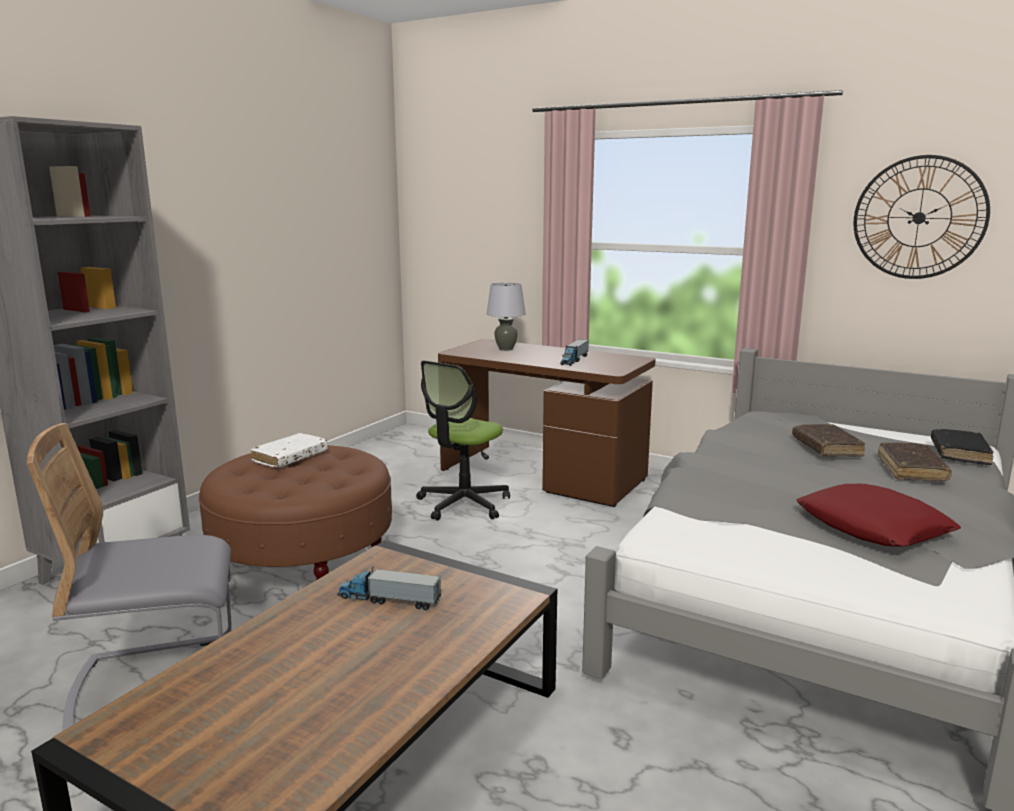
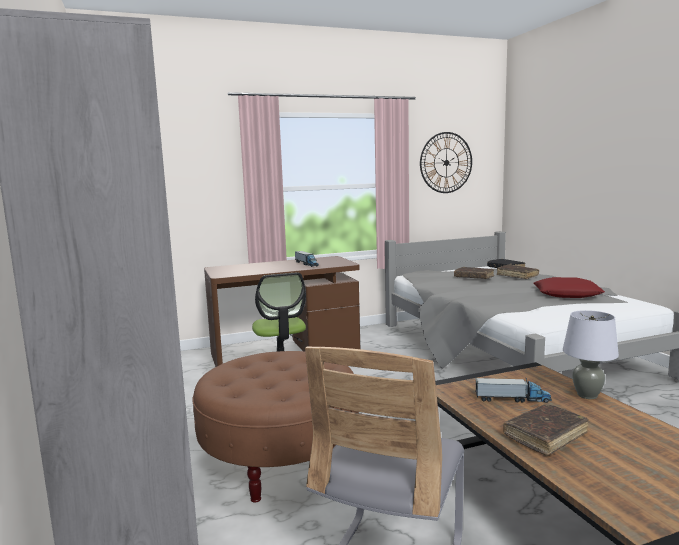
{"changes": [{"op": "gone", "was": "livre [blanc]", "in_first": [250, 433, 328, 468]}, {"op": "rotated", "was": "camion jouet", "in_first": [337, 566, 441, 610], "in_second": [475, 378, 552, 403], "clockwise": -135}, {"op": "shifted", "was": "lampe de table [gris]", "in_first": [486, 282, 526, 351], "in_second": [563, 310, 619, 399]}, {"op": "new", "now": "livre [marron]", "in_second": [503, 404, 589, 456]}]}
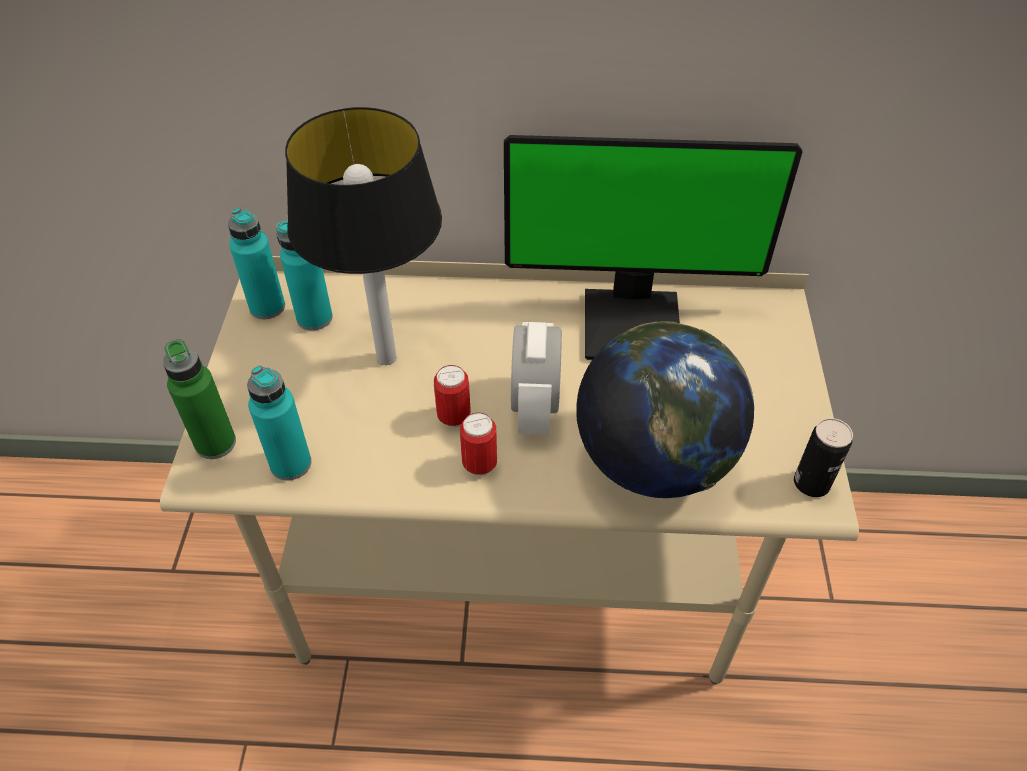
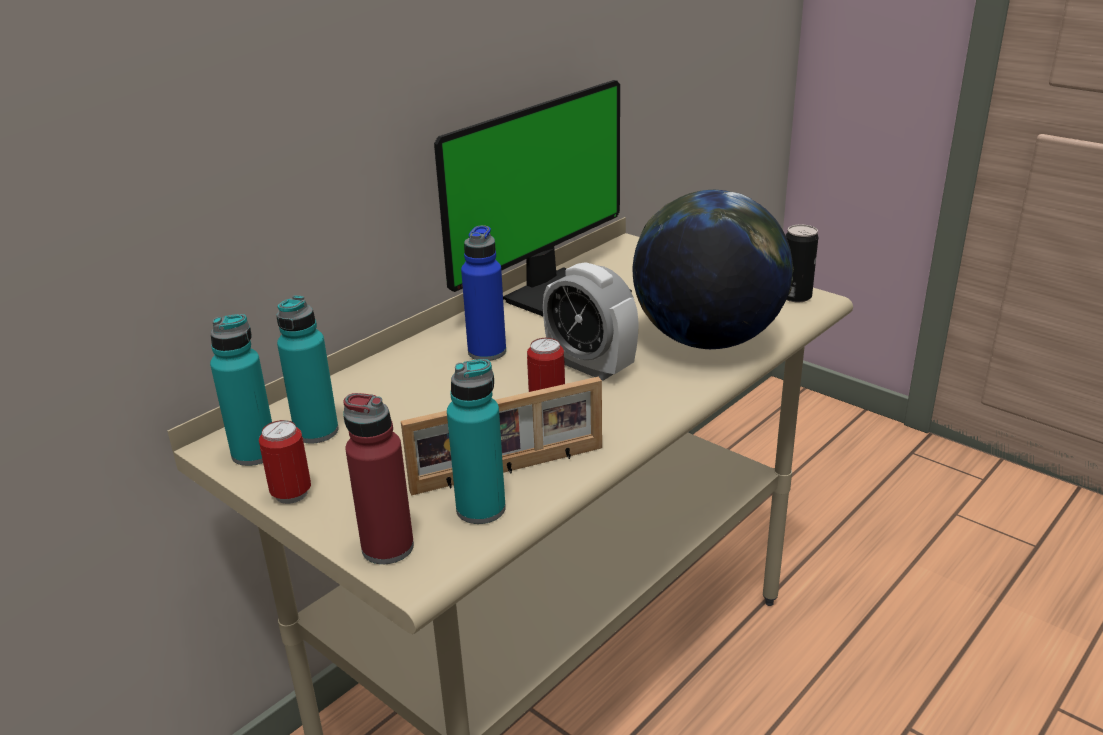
{"changes": [{"op": "repainted", "was": "bouteille [vert]", "now": "bouteille [rouge]", "in_first": [163, 339, 236, 459], "in_second": [343, 393, 414, 564]}, {"op": "gone", "was": "lampe de table", "in_first": [285, 107, 442, 365]}, {"op": "shifted", "was": "boîte métallique", "in_first": [460, 413, 497, 476], "in_second": [259, 420, 311, 504]}, {"op": "new", "now": "cadre photo", "in_second": [401, 377, 602, 496]}, {"op": "new", "now": "bouteille [bleu]", "in_second": [461, 225, 506, 361]}]}
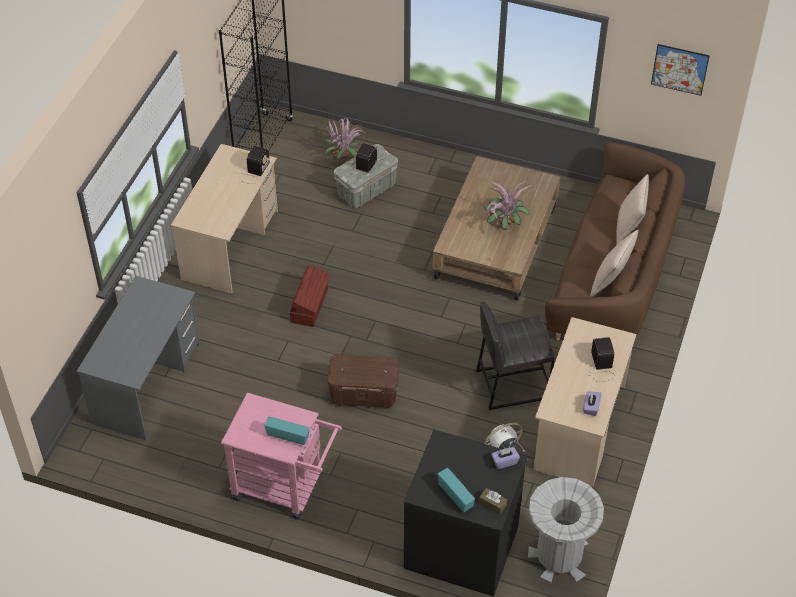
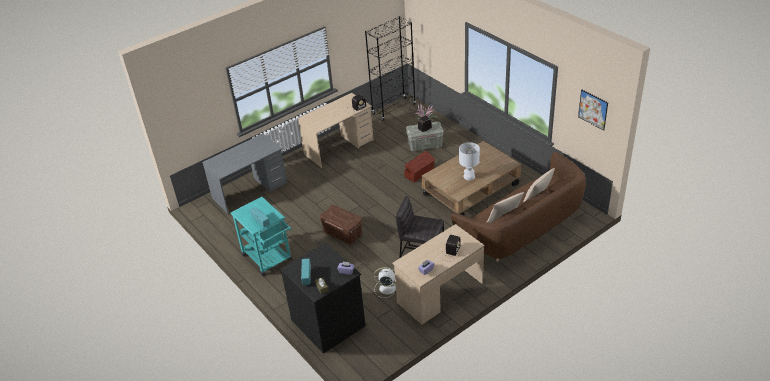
{"changes": [{"op": "repainted", "was": "chariot [rose]", "now": "chariot [turquoise]", "in_first": [221, 393, 342, 520], "in_second": [230, 197, 292, 276]}, {"op": "shifted", "was": "boîte de rangement [marron]", "in_first": [290, 264, 330, 327], "in_second": [404, 150, 435, 183]}, {"op": "swapped", "was": "plante en pot", "now": "lampe de table [blanc]", "in_first": [484, 180, 531, 233], "in_second": [459, 142, 480, 181]}, {"op": "gone", "was": "poubelle [gris]", "in_first": [528, 477, 604, 583]}]}
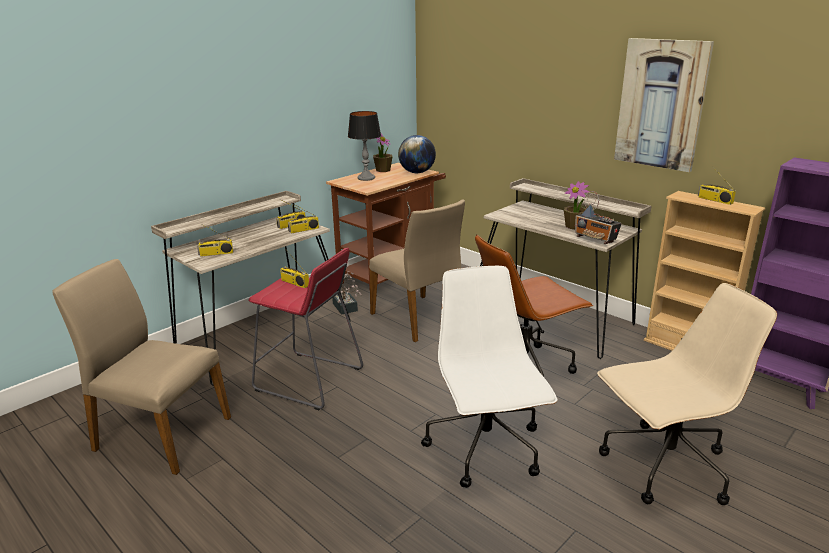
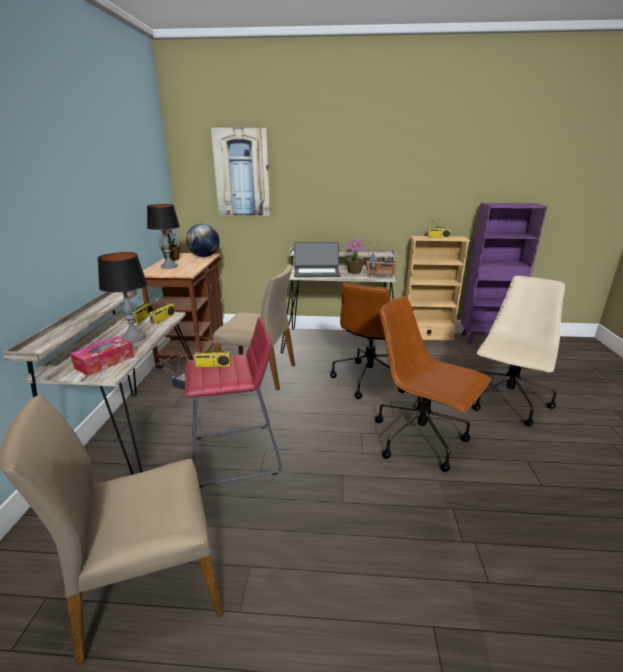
{"changes": [{"op": "swapped", "was": "radio", "now": "boîte à mouchoirs", "in_first": [197, 227, 233, 257], "in_second": [70, 336, 134, 376]}, {"op": "repainted", "was": "chaise de bureau [blanc]", "now": "chaise de bureau [marron]", "in_first": [421, 266, 558, 488], "in_second": [375, 296, 491, 472]}, {"op": "shifted", "was": "tableau", "in_first": [614, 38, 714, 172], "in_second": [211, 128, 271, 216]}, {"op": "new", "now": "lampe de table", "in_second": [97, 252, 147, 342]}, {"op": "new", "now": "ordinateur portable", "in_second": [294, 242, 340, 277]}]}
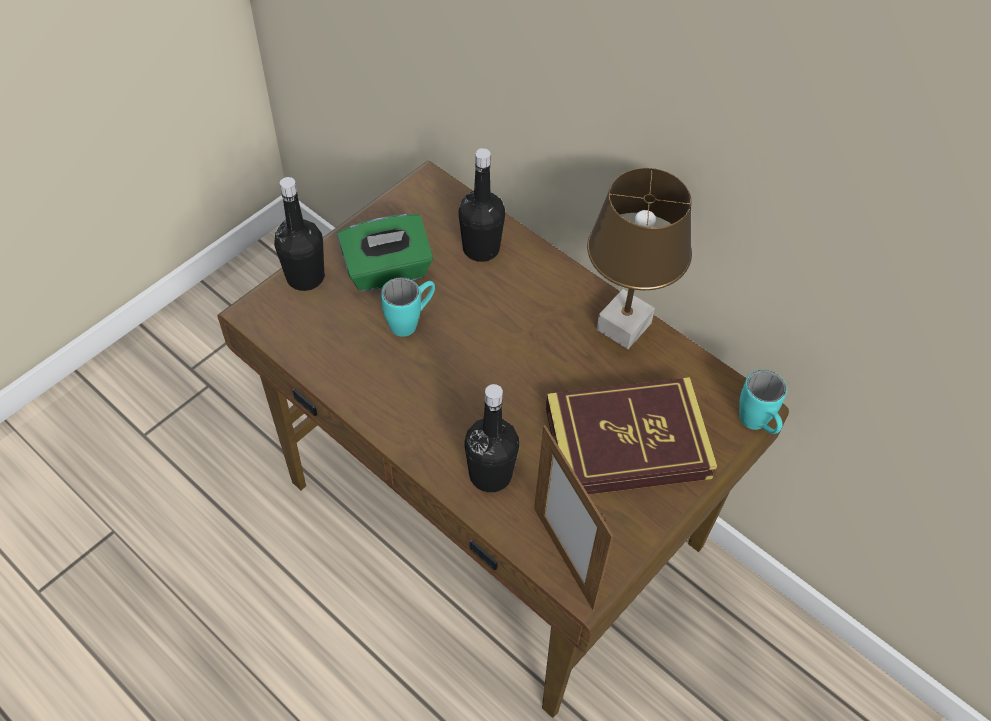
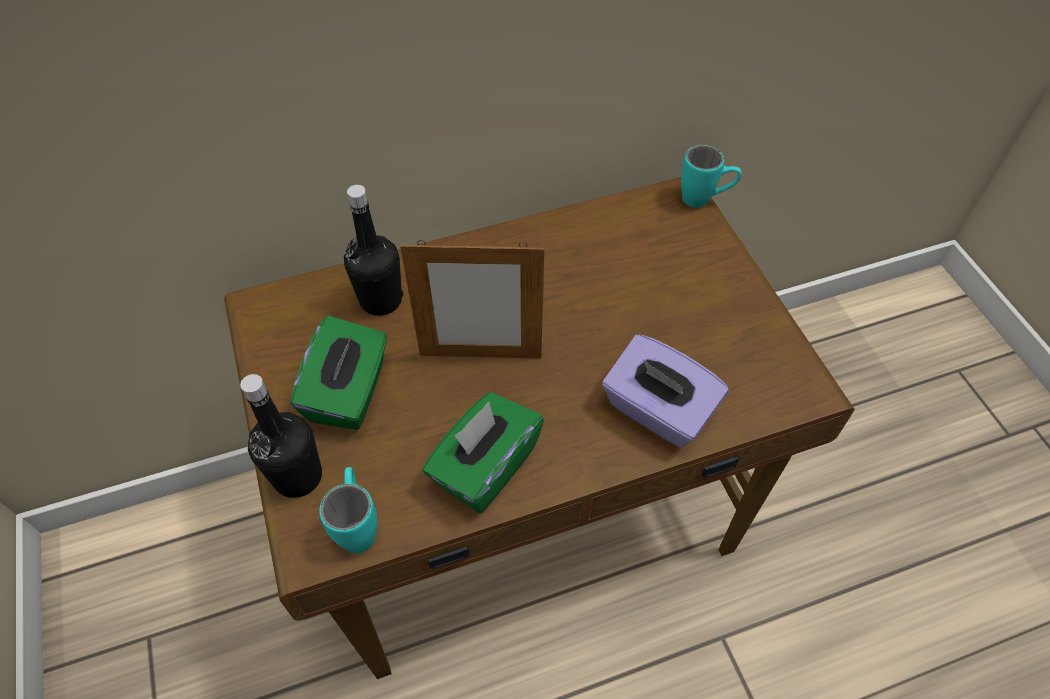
{"changes": [{"op": "shifted", "was": "mug [turquoise]", "in_first": [381, 277, 435, 337], "in_second": [319, 467, 378, 553]}, {"op": "swapped", "was": "bouteille [noir]", "now": "boîte à mouchoirs [violet]", "in_first": [464, 384, 519, 492], "in_second": [602, 334, 729, 448]}, {"op": "shifted", "was": "cadre photo", "in_first": [534, 425, 613, 611], "in_second": [400, 240, 544, 358]}, {"op": "gone", "was": "livre", "in_first": [545, 377, 717, 495]}, {"op": "gone", "was": "lampe de table [marron]", "in_first": [587, 168, 692, 349]}, {"op": "new", "now": "boîte à mouchoirs [vert]", "in_second": [423, 392, 544, 513]}]}
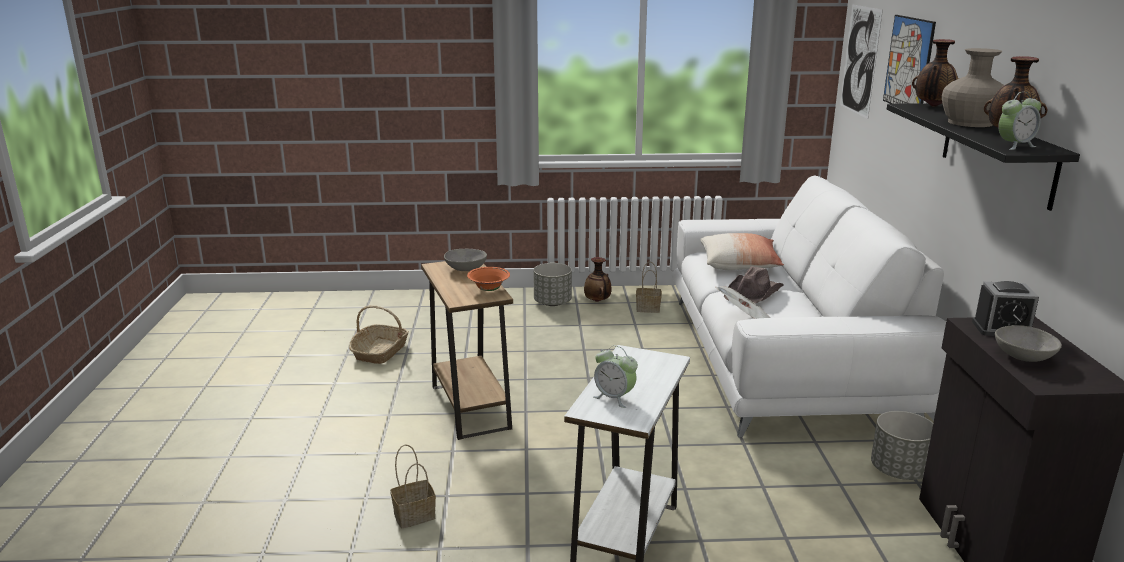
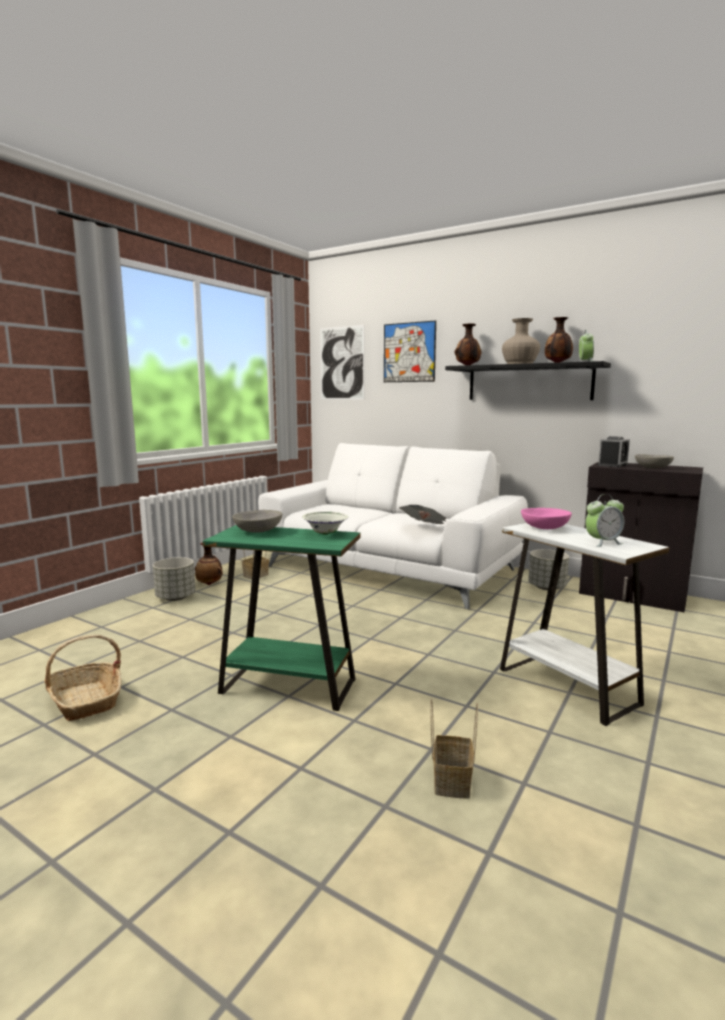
{"changes": [{"op": "repainted", "was": "table d'appoint [marron]", "now": "table d'appoint [vert]", "in_first": [421, 261, 513, 440], "in_second": [203, 525, 361, 711]}, {"op": "repainted", "was": "bol [orange]", "now": "bol [blanc]", "in_first": [467, 267, 510, 291], "in_second": [302, 512, 348, 535]}, {"op": "gone", "was": "coussin", "in_first": [700, 233, 784, 270]}, {"op": "gone", "was": "chapeau [marron]", "in_first": [724, 267, 784, 303]}, {"op": "new", "now": "bol [rose]", "in_second": [521, 508, 572, 529]}]}
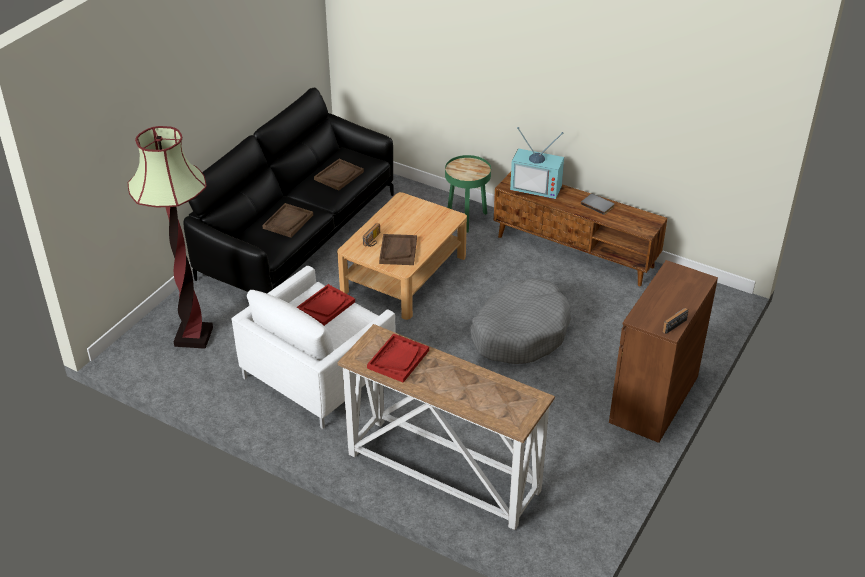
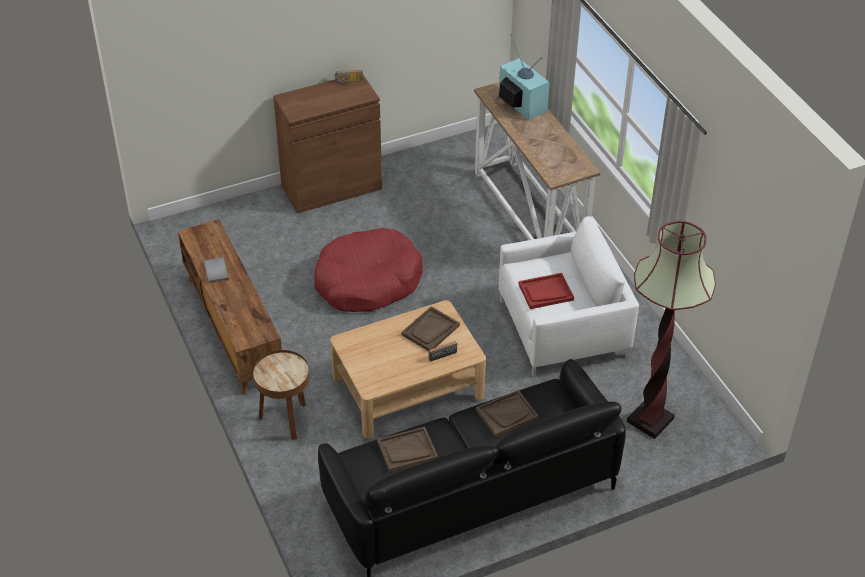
{"changes": [{"op": "gone", "was": "plateau [rouge]", "in_first": [367, 334, 429, 383]}, {"op": "repainted", "was": "table d'appoint [vert]", "now": "table d'appoint [marron]", "in_first": [445, 155, 491, 233], "in_second": [253, 350, 310, 440]}, {"op": "repainted", "was": "panier pour chien [gris]", "now": "panier pour chien [rouge]", "in_first": [470, 278, 571, 364], "in_second": [314, 228, 423, 312]}, {"op": "shifted", "was": "téléviseur", "in_first": [510, 127, 564, 199], "in_second": [499, 33, 550, 120]}]}
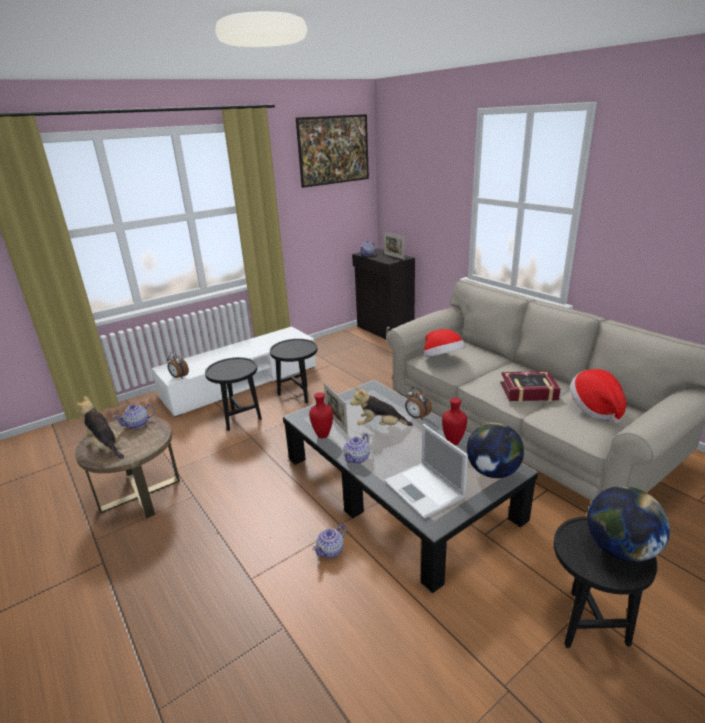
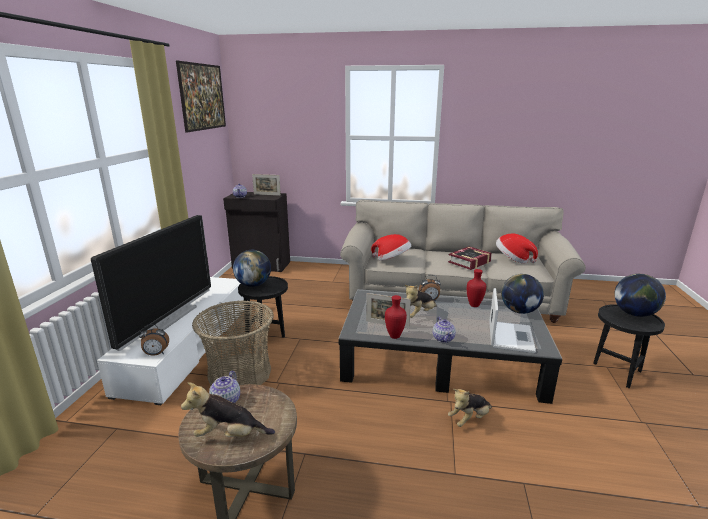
{"changes": [{"op": "swapped", "was": "table d'appoint [noir]", "now": "panier", "in_first": [205, 357, 262, 431], "in_second": [192, 300, 274, 385]}, {"op": "swapped", "was": "théière", "now": "peluche", "in_first": [312, 524, 346, 558], "in_second": [448, 389, 492, 427]}, {"op": "rotated", "was": "ordinateur portable", "in_first": [384, 424, 468, 519], "in_second": [489, 288, 536, 353], "clockwise": -90}, {"op": "new", "now": "téléviseur", "in_second": [91, 215, 211, 351]}, {"op": "new", "now": "globe", "in_second": [233, 250, 271, 287]}]}
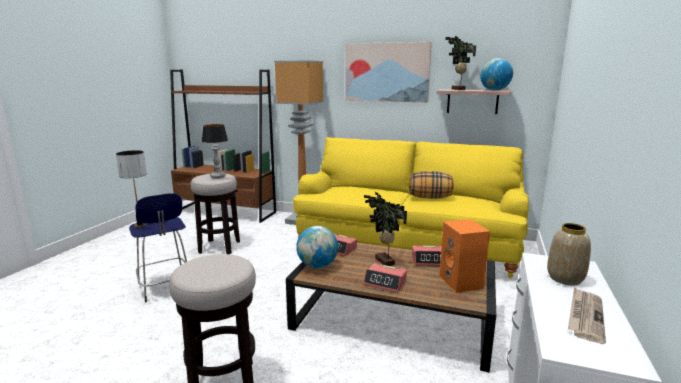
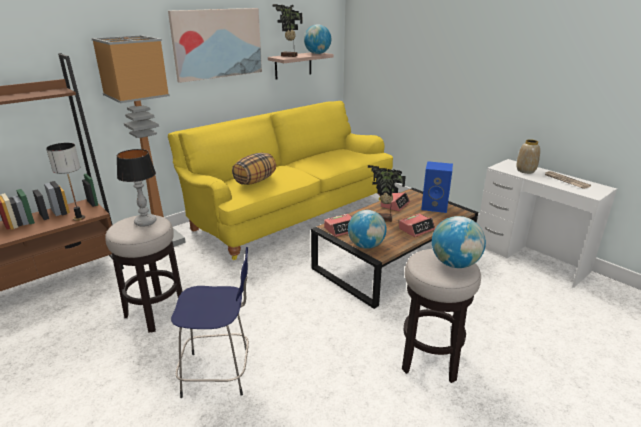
{"changes": [{"op": "shifted", "was": "lampe de table", "in_first": [116, 150, 146, 228], "in_second": [46, 143, 85, 221]}, {"op": "shifted", "was": "coussin", "in_first": [409, 171, 454, 199], "in_second": [232, 153, 276, 185]}, {"op": "repainted", "was": "enceinte [orange]", "now": "enceinte [bleu]", "in_first": [439, 219, 490, 293], "in_second": [421, 161, 453, 213]}, {"op": "new", "now": "globe", "in_second": [432, 216, 486, 268]}]}
